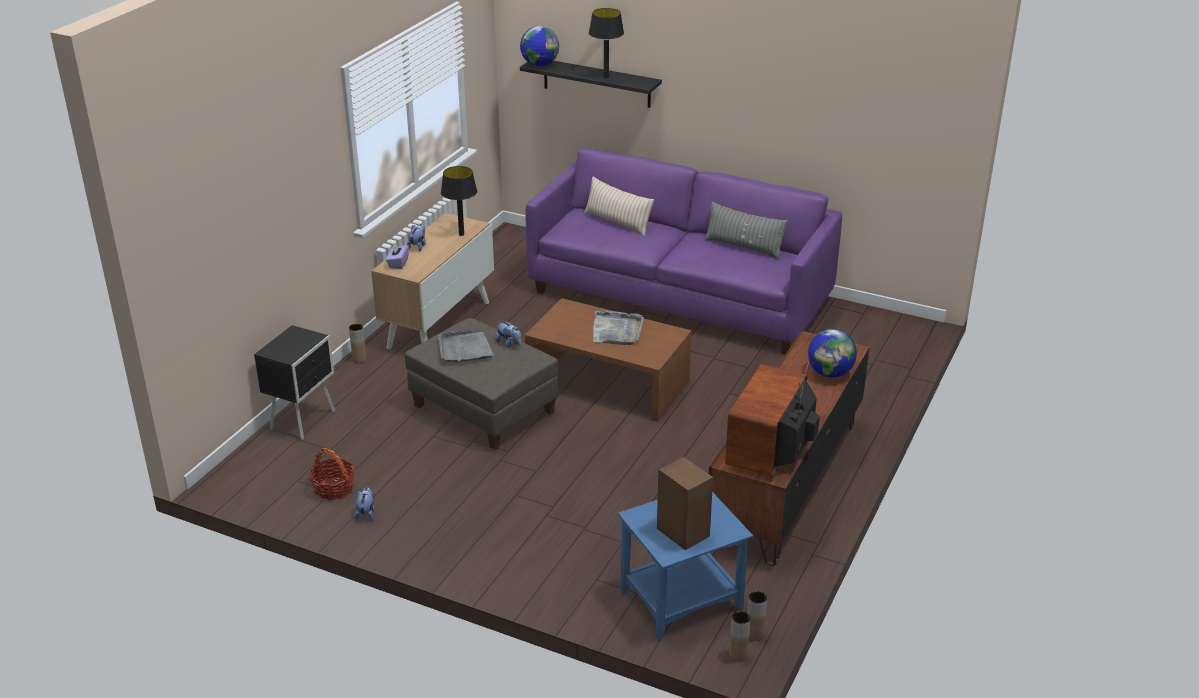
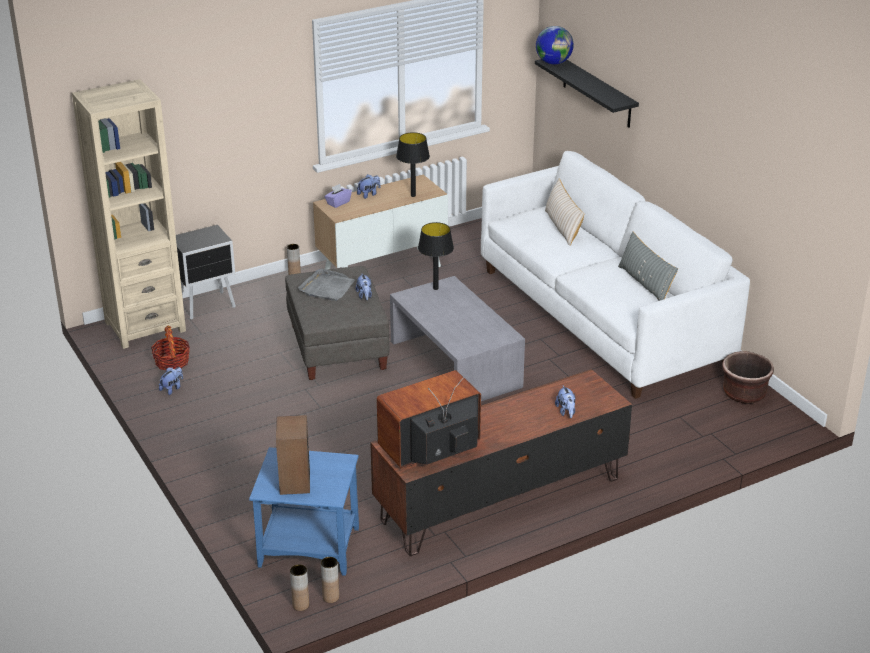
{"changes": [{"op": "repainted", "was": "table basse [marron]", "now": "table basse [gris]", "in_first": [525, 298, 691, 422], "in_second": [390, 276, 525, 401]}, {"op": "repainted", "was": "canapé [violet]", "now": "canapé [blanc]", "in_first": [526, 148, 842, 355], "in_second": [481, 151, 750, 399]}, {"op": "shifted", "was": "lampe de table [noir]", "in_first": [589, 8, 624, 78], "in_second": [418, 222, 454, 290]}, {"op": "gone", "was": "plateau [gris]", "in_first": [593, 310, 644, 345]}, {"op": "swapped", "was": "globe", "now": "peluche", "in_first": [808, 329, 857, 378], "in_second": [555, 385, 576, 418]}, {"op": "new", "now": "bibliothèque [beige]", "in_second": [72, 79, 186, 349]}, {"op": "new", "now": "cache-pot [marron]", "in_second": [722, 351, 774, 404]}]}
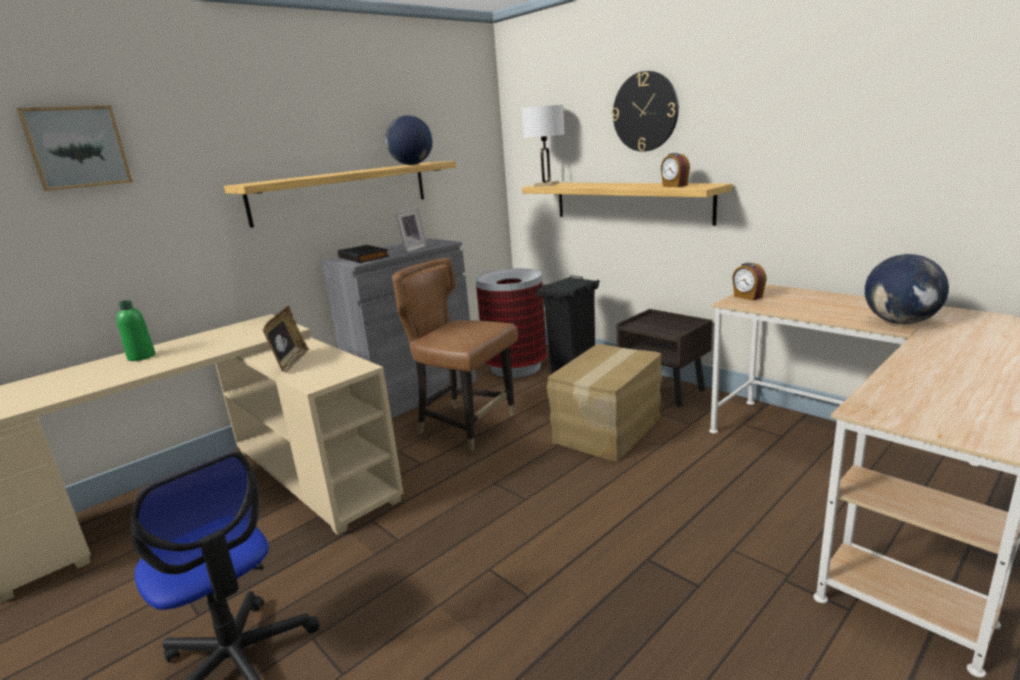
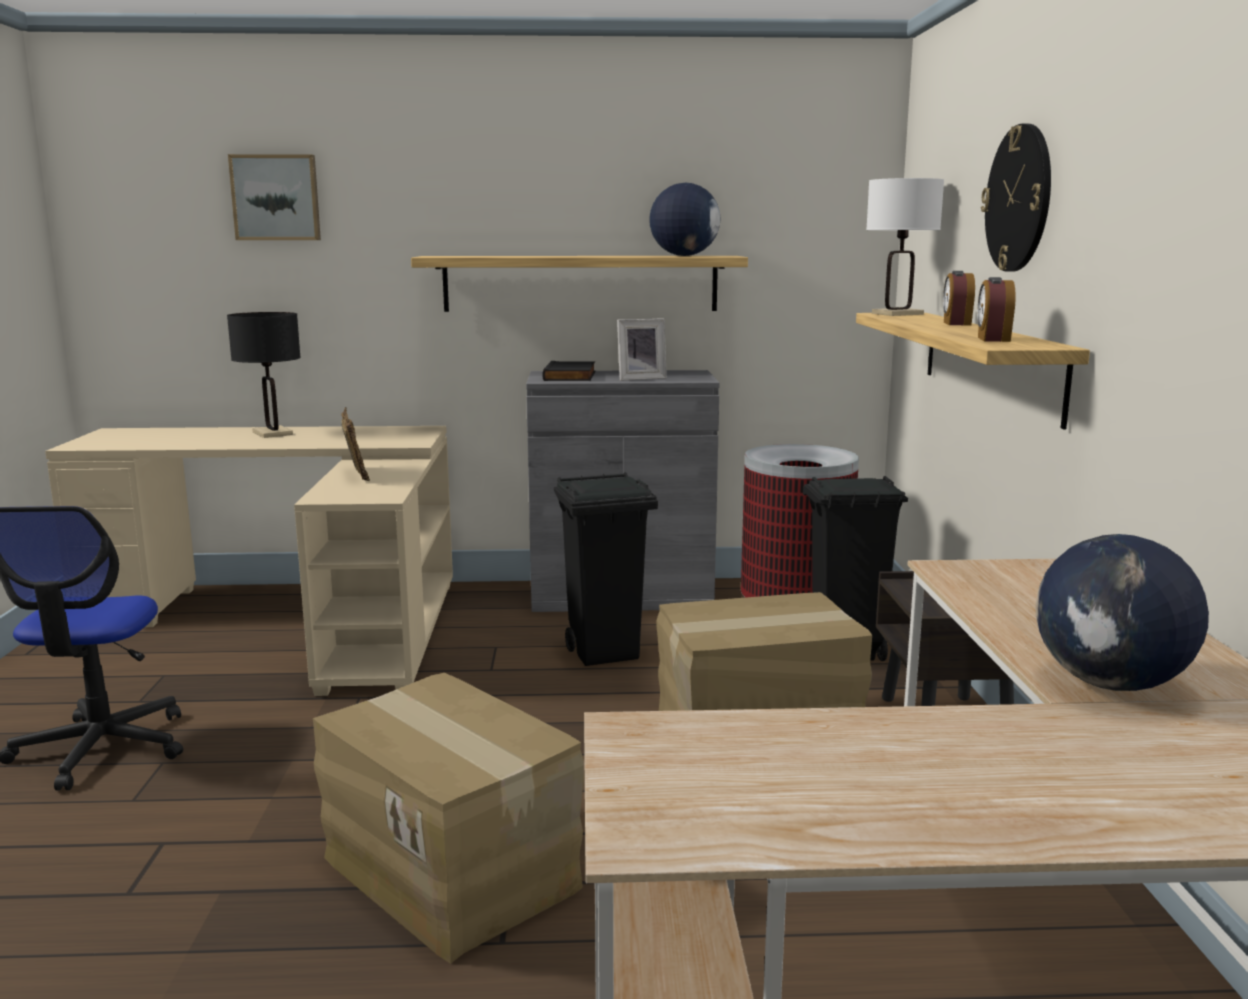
{"changes": [{"op": "swapped", "was": "bouteille [vert]", "now": "lampe de table [noir]", "in_first": [117, 300, 155, 361], "in_second": [227, 312, 301, 438]}, {"op": "rotated", "was": "cadre photo", "in_first": [263, 306, 309, 373], "in_second": [341, 407, 370, 481], "clockwise": -60}, {"op": "swapped", "was": "chaise [marron]", "now": "poubelle [noir]", "in_first": [392, 258, 518, 452], "in_second": [554, 472, 658, 666]}, {"op": "shifted", "was": "réveil", "in_first": [732, 263, 767, 301], "in_second": [943, 271, 975, 325]}, {"op": "new", "now": "carton", "in_second": [313, 673, 585, 964]}]}
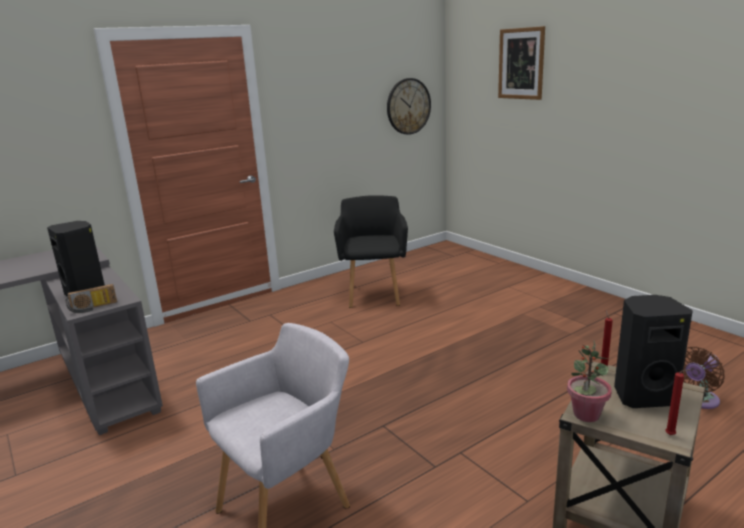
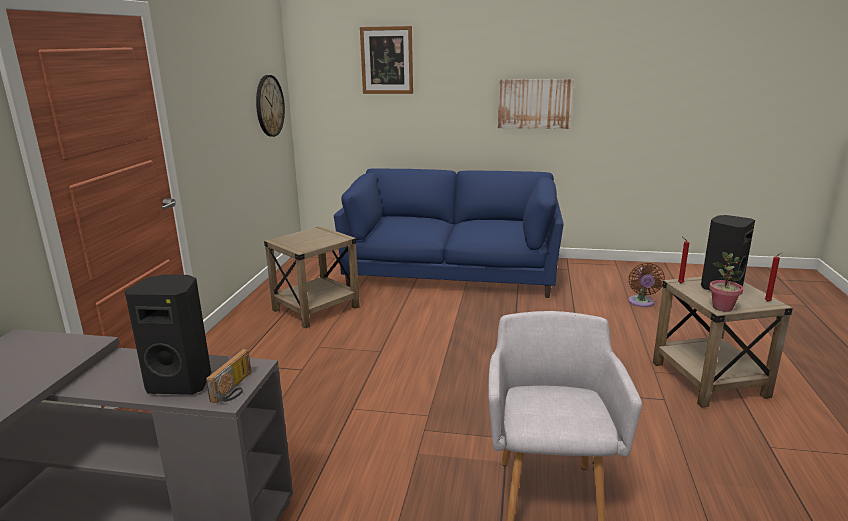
{"changes": [{"op": "swapped", "was": "fauteuil [noir]", "now": "table d'appoint [beige]", "in_first": [334, 195, 408, 308], "in_second": [264, 226, 360, 328]}, {"op": "new", "now": "canapé [bleu]", "in_second": [334, 168, 564, 298]}, {"op": "new", "now": "tableau", "in_second": [498, 79, 574, 129]}]}
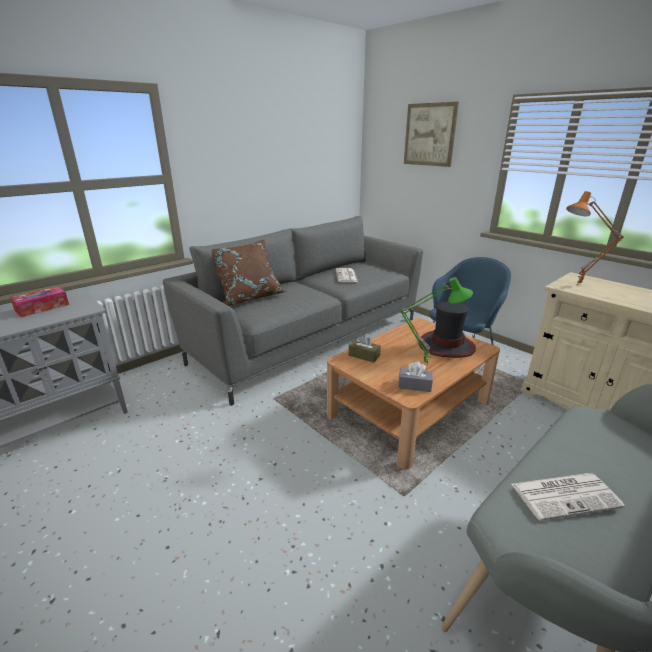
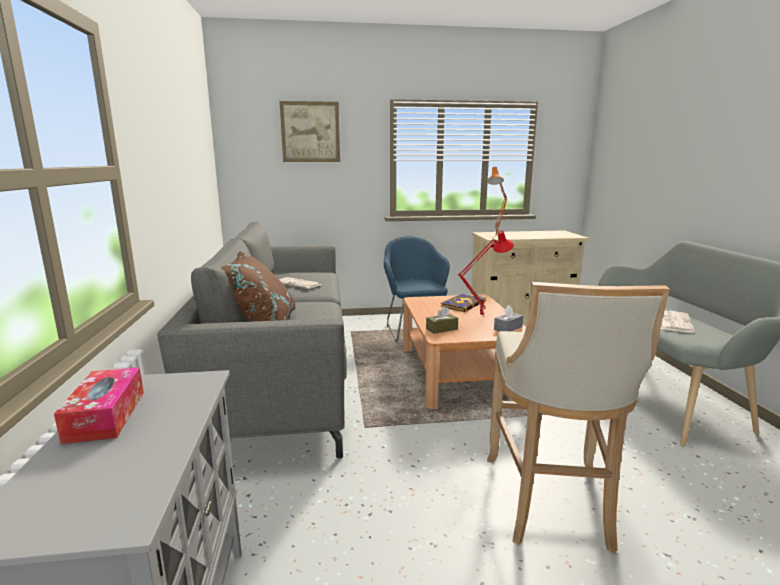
{"changes": [{"op": "repainted", "was": "lampe de table [vert]", "now": "lampe de table [rouge]", "in_first": [400, 277, 473, 365], "in_second": [458, 230, 514, 317]}, {"op": "swapped", "was": "chapeau", "now": "livre", "in_first": [419, 302, 476, 358], "in_second": [441, 294, 486, 312]}, {"op": "new", "now": "tabouret [beige]", "in_second": [487, 282, 670, 553]}]}
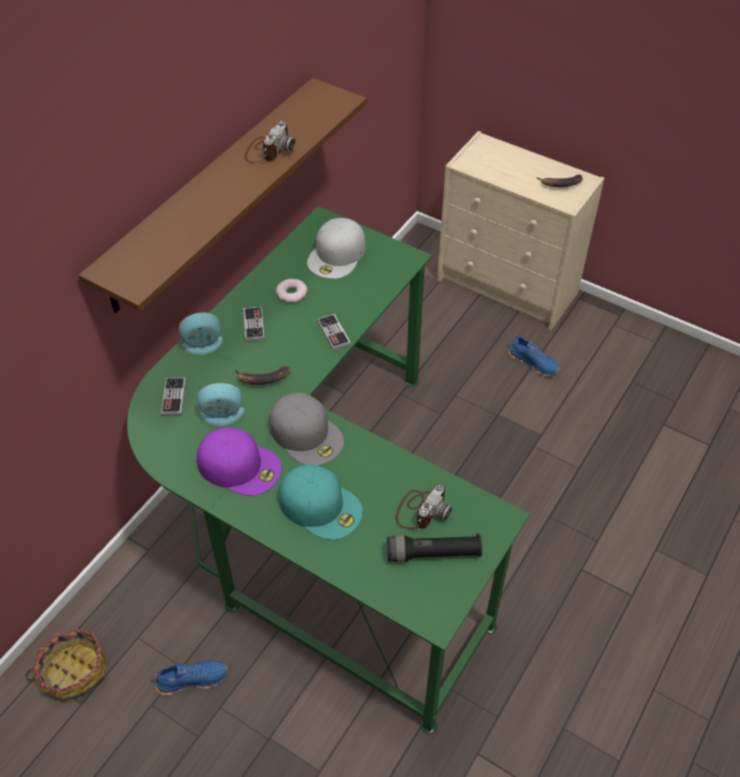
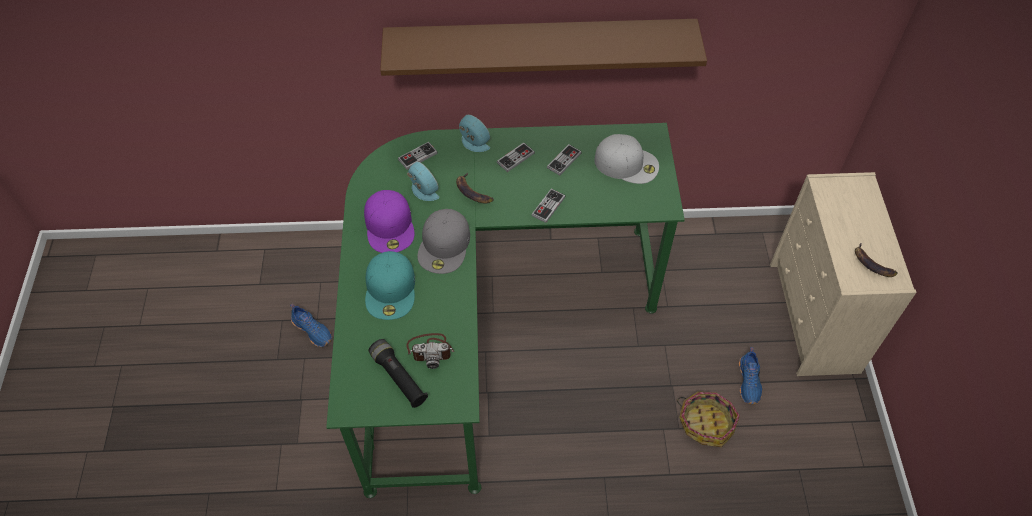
{"changes": [{"op": "shifted", "was": "panier", "in_first": [25, 629, 105, 699], "in_second": [677, 391, 740, 447]}, {"op": "gone", "was": "appareil photo", "in_first": [245, 121, 295, 163]}, {"op": "swapped", "was": "beignet", "now": "manette", "in_first": [276, 279, 307, 303], "in_second": [547, 144, 582, 176]}, {"op": "rotated", "was": "casquette [blanc]", "in_first": [307, 218, 366, 279], "in_second": [594, 134, 659, 184], "clockwise": -150}]}
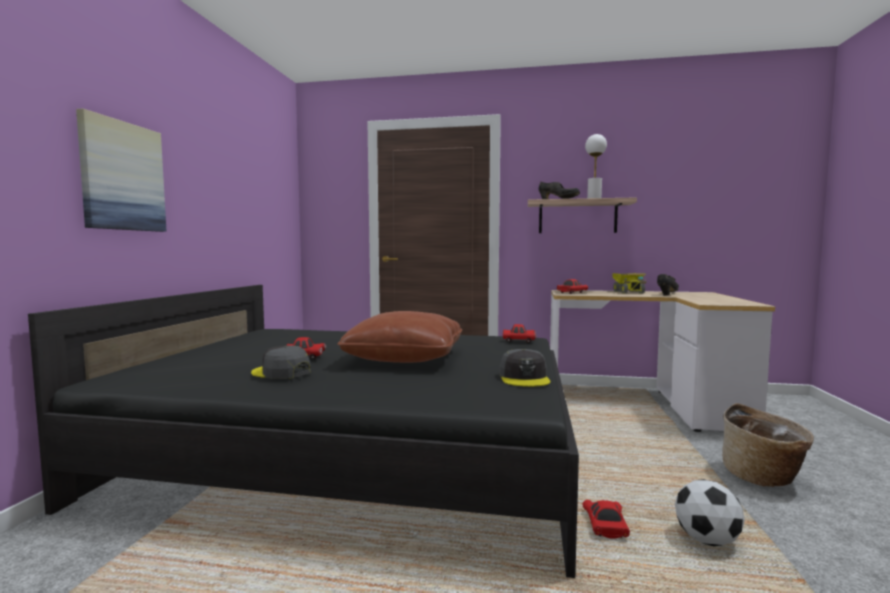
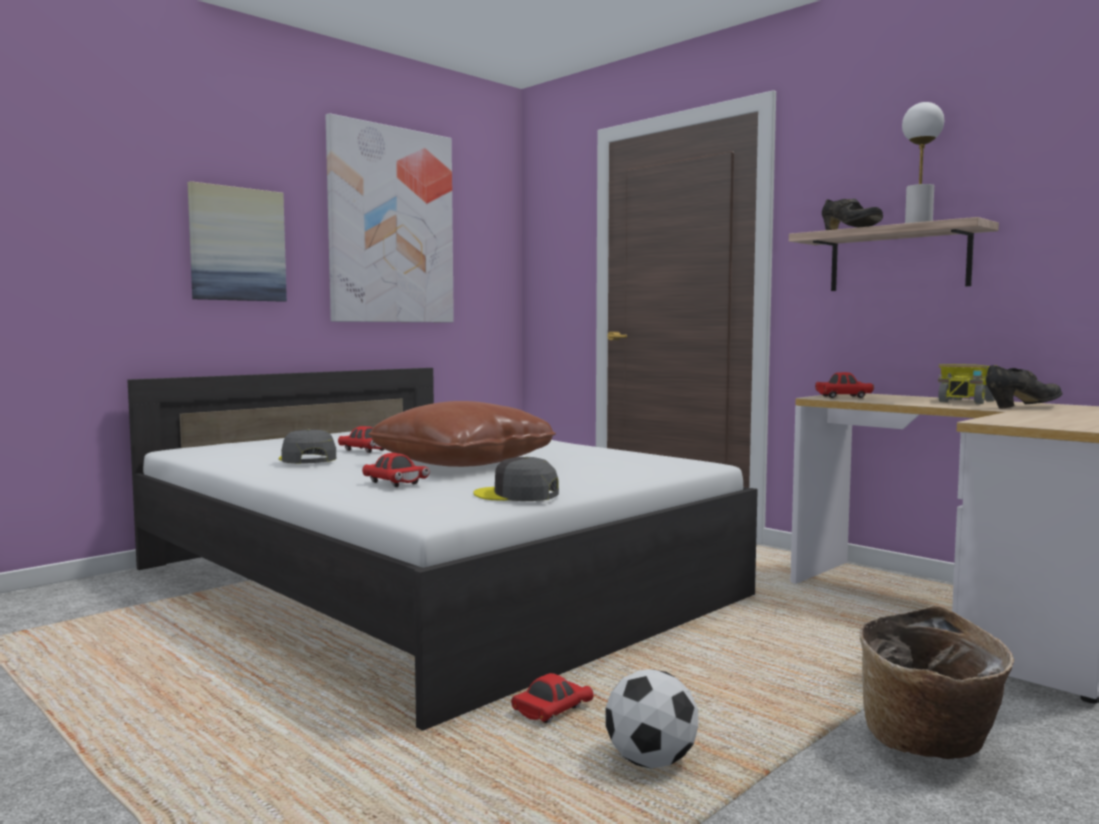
{"changes": [{"op": "repainted", "was": "lit [noir]", "now": "lit [blanc]", "in_first": [28, 285, 579, 578], "in_second": [127, 368, 758, 731]}, {"op": "rotated", "was": "casquette [gris]", "in_first": [500, 349, 551, 387], "in_second": [473, 457, 559, 501], "clockwise": 75}, {"op": "shifted", "was": "petite voiture [rouge]", "in_first": [503, 324, 537, 343], "in_second": [362, 453, 430, 487]}, {"op": "new", "now": "tableau", "in_second": [326, 113, 454, 322]}]}
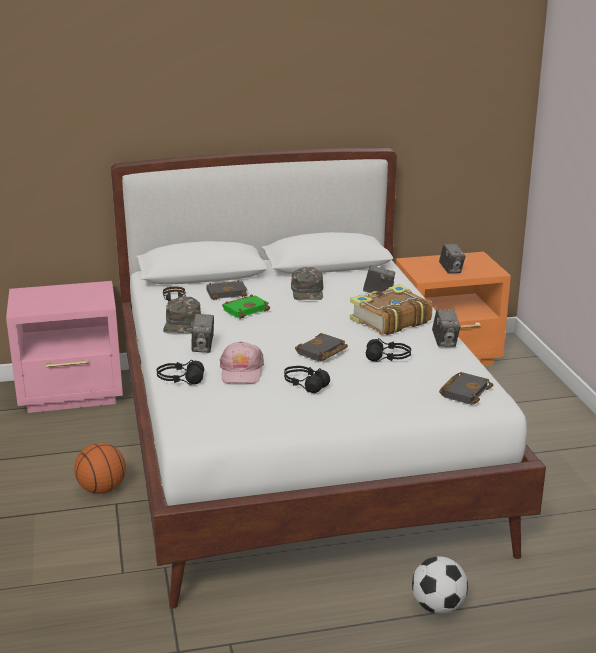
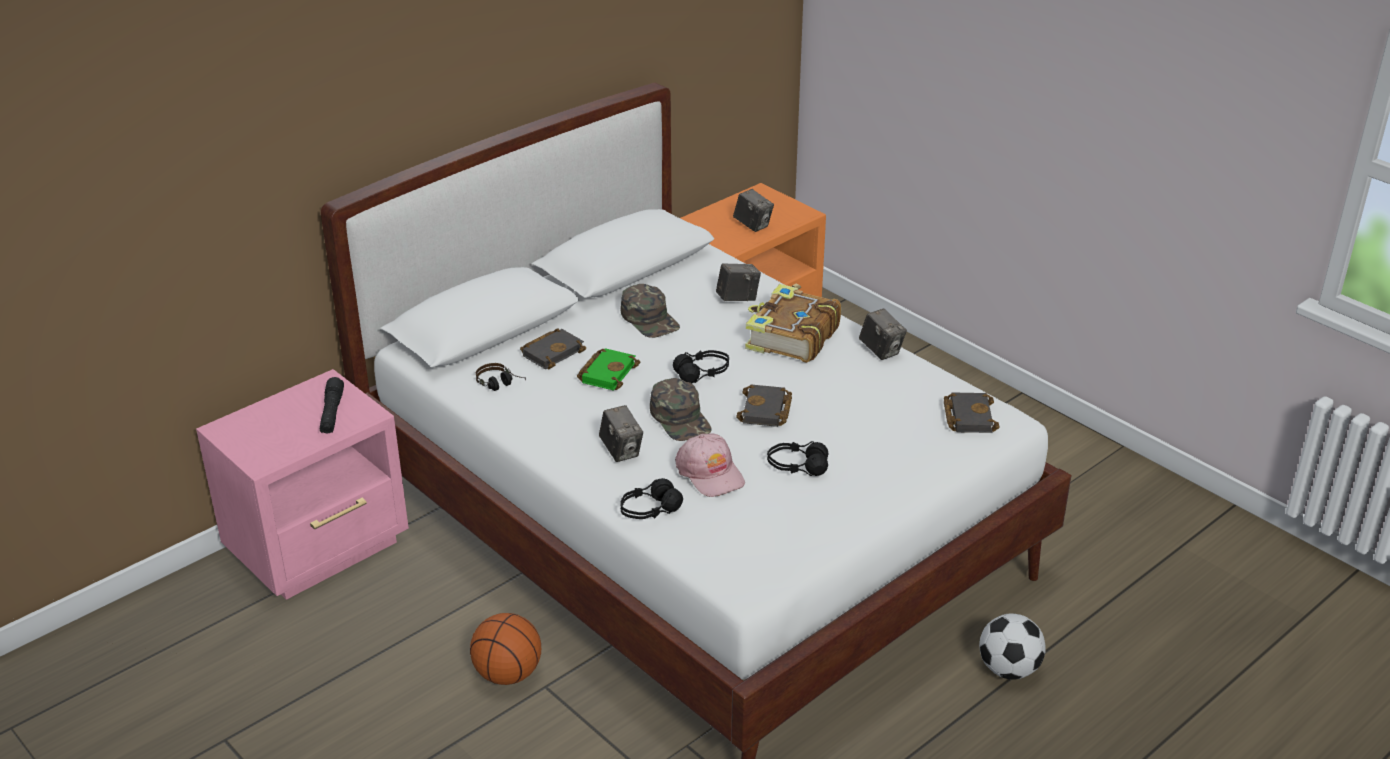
{"changes": [{"op": "shifted", "was": "casquette [vert]", "in_first": [163, 296, 201, 334], "in_second": [650, 378, 712, 441]}, {"op": "shifted", "was": "casque audio [noir]", "in_first": [366, 338, 411, 362], "in_second": [673, 350, 729, 383]}, {"op": "new", "now": "lampe de poche [noir]", "in_second": [320, 377, 344, 433]}]}
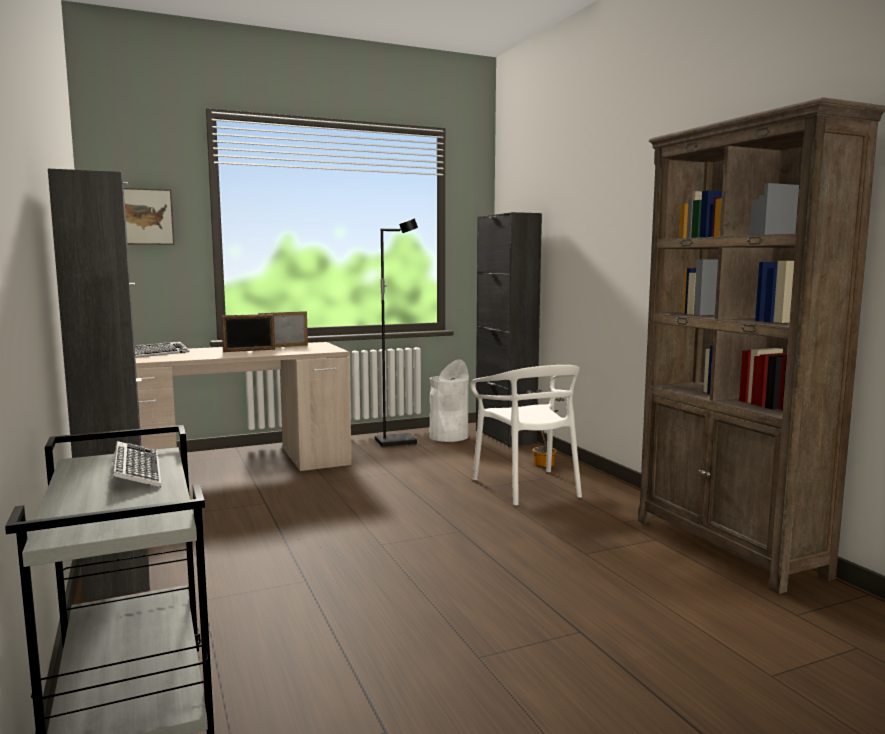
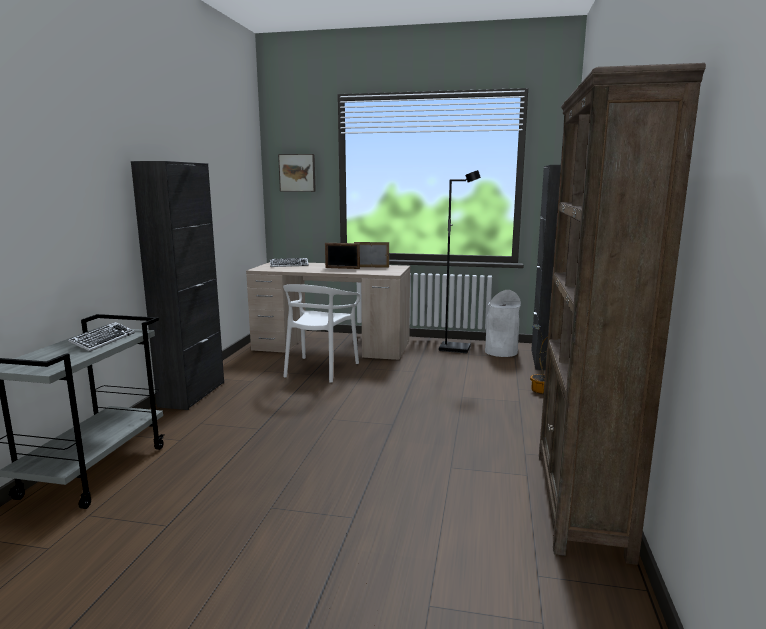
{"changes": [{"op": "shifted", "was": "chaise [blanc]", "in_first": [471, 365, 582, 506], "in_second": [283, 284, 360, 383]}]}
